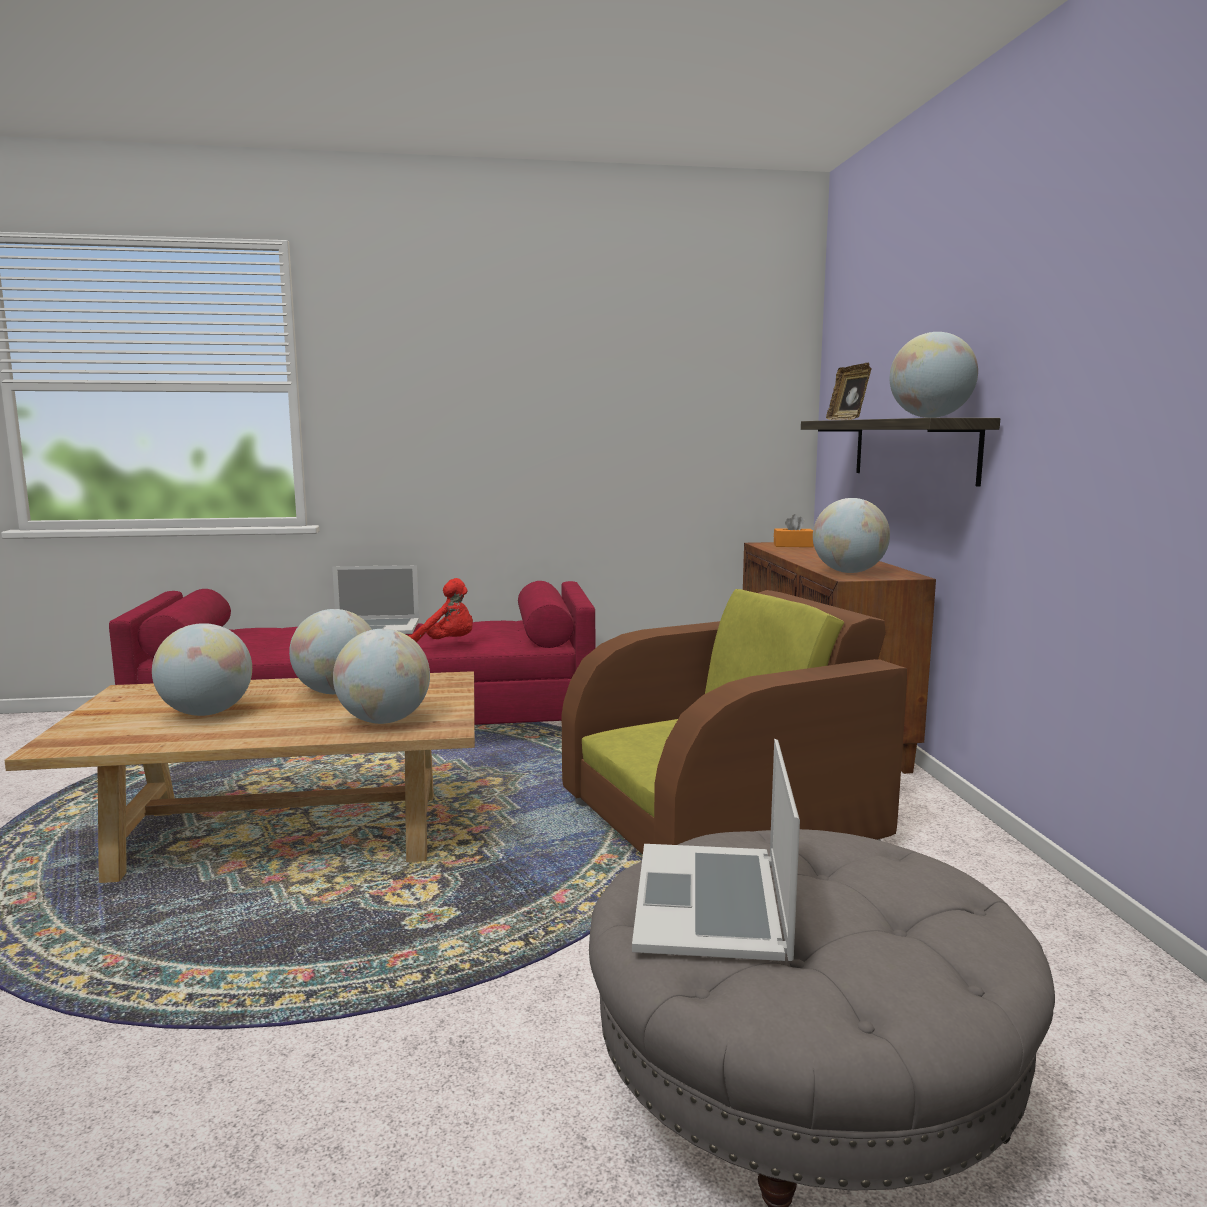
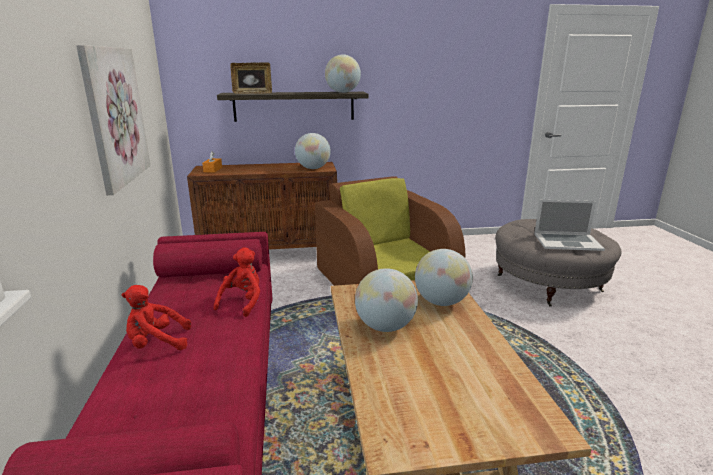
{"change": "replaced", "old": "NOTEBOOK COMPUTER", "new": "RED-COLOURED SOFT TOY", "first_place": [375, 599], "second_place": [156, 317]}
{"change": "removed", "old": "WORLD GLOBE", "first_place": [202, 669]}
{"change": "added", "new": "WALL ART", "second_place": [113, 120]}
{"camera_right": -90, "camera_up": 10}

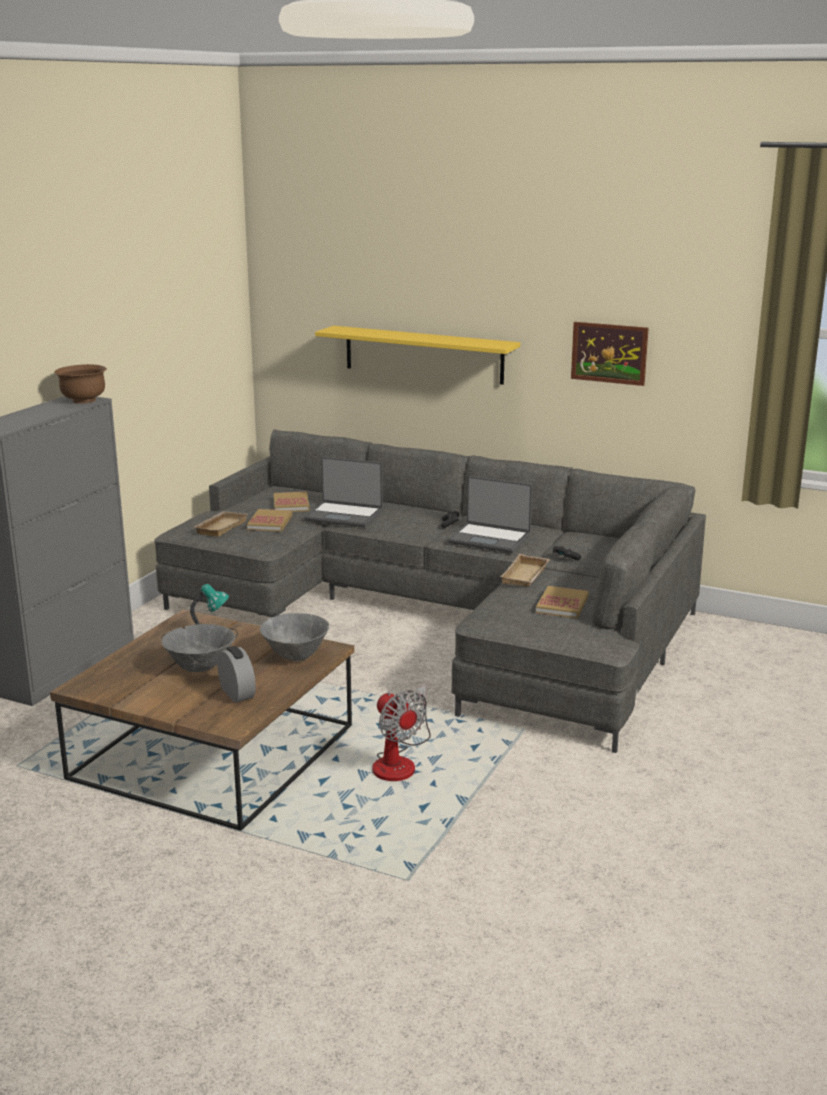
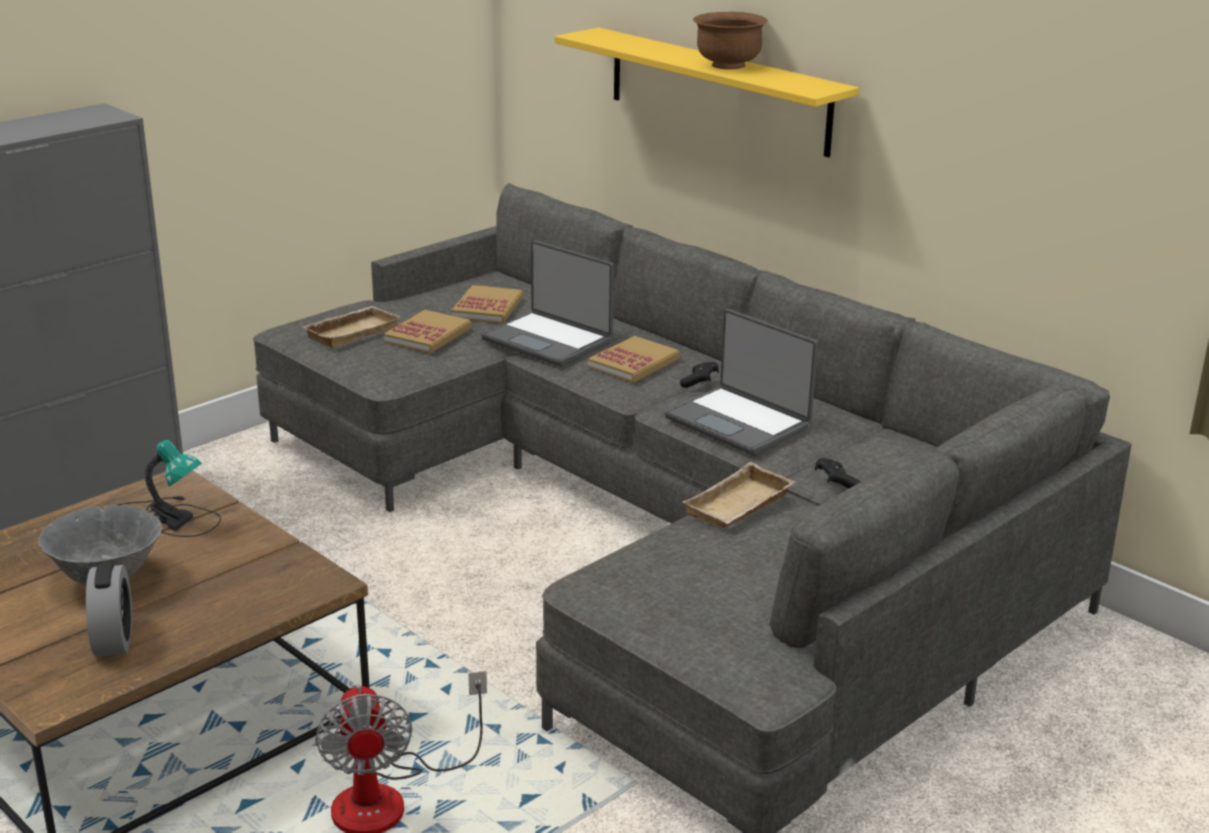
{"change": "removed", "old": "WALL ART", "first_place": [610, 354]}
{"change": "moved", "old": "BROWN SERVING BOWL", "first_place": [80, 384], "second_place": [730, 41]}
{"change": "moved", "old": "BOUND BOOK", "first_place": [562, 602], "second_place": [634, 359]}
{"change": "removed", "old": "GREY SERVING BOWL", "first_place": [295, 637]}
{"camera_right": 20, "camera_up": 5}

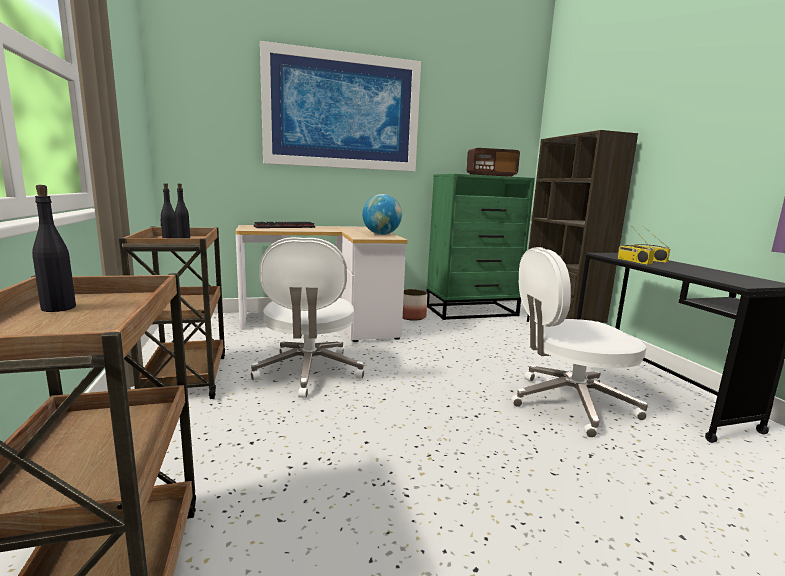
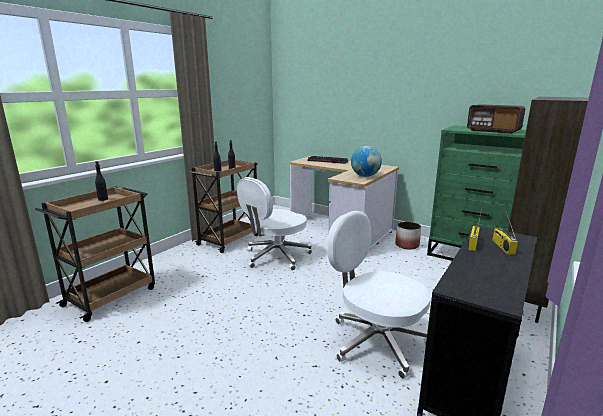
{"change": "removed", "old": "WALL ART", "first_place": [340, 106]}
{"camera_right": 50, "camera_up": 5}

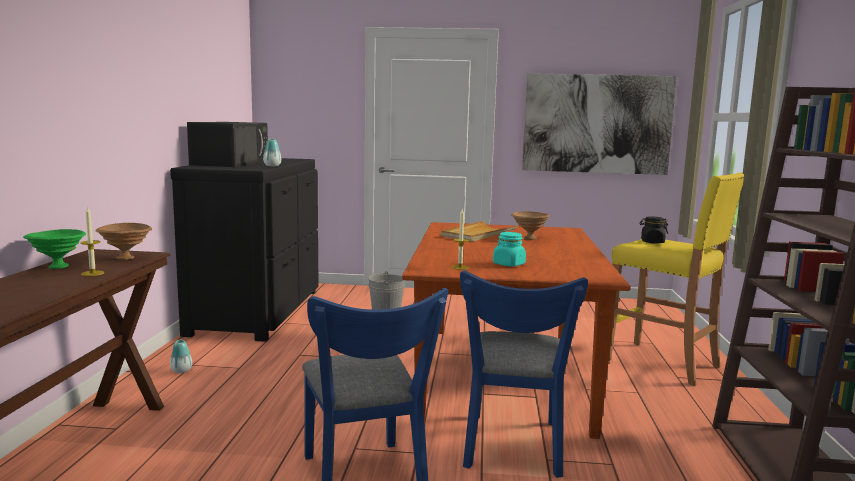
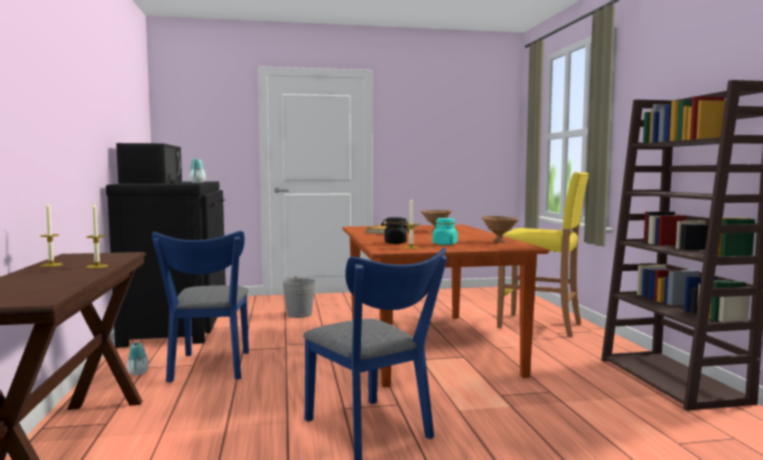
{"change": "removed", "old": "WALL ART", "first_place": [599, 124]}
{"change": "moved", "old": "BLACKISH STORAGE JAR", "first_place": [653, 230], "second_place": [395, 230]}
{"change": "moved", "old": "BROWN SERVING BOWL", "first_place": [123, 241], "second_place": [500, 229]}
{"change": "replaced", "old": "GREENISH SERVING BOWL", "new": "WAX LIGHT", "first_place": [54, 249], "second_place": [51, 234]}
{"change": "moved", "old": "BLUE CHAIR", "first_place": [524, 374], "second_place": [200, 306]}
{"camera_right": -15, "camera_up": -5}

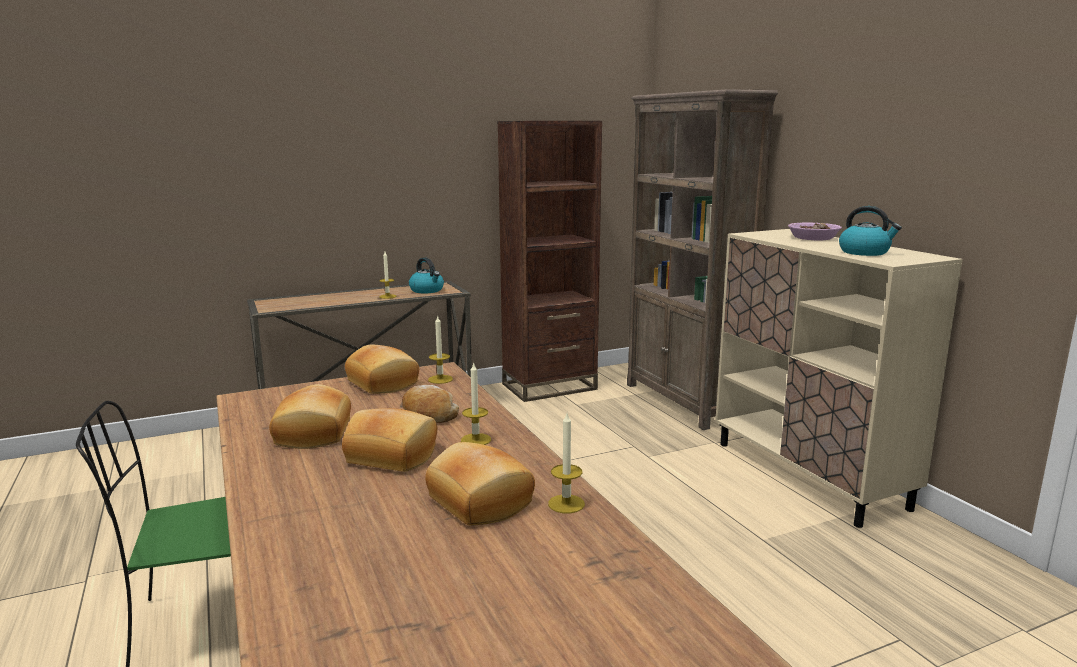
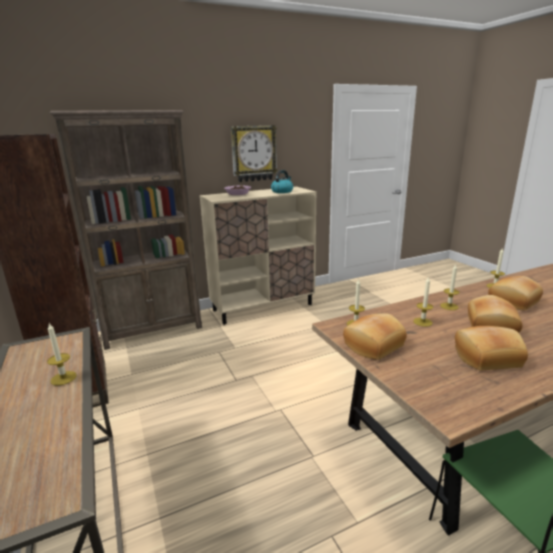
{"change": "removed", "old": "WATER KETTLE", "first_place": [426, 275]}
{"change": "replaced", "old": "BREAD", "new": "WAX LIGHT", "first_place": [430, 404], "second_place": [423, 301]}
{"change": "added", "new": "HANGING CLOCK", "second_place": [254, 153]}
{"camera_right": -90, "camera_up": 5}

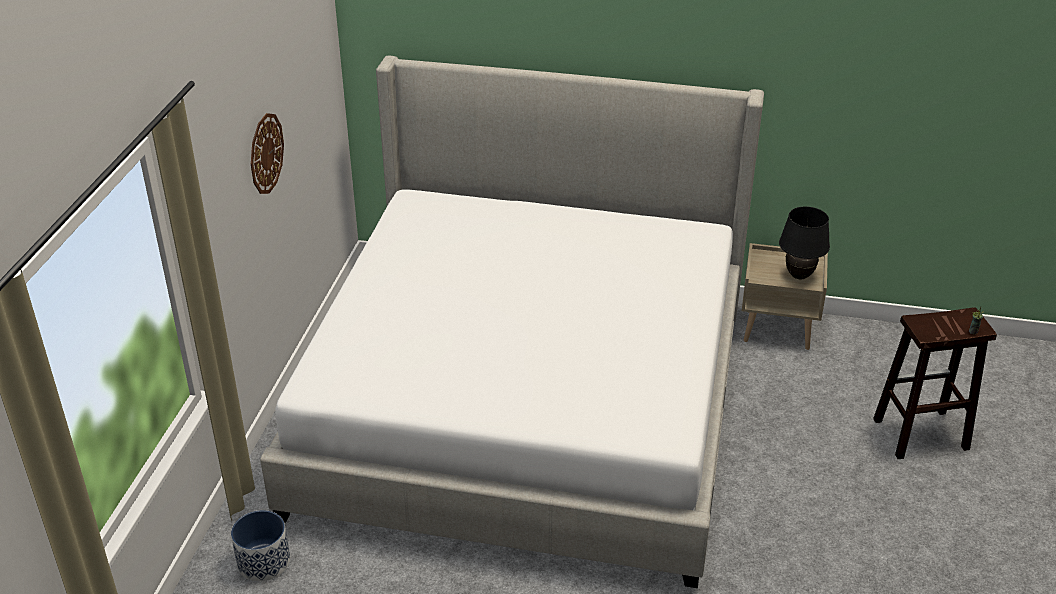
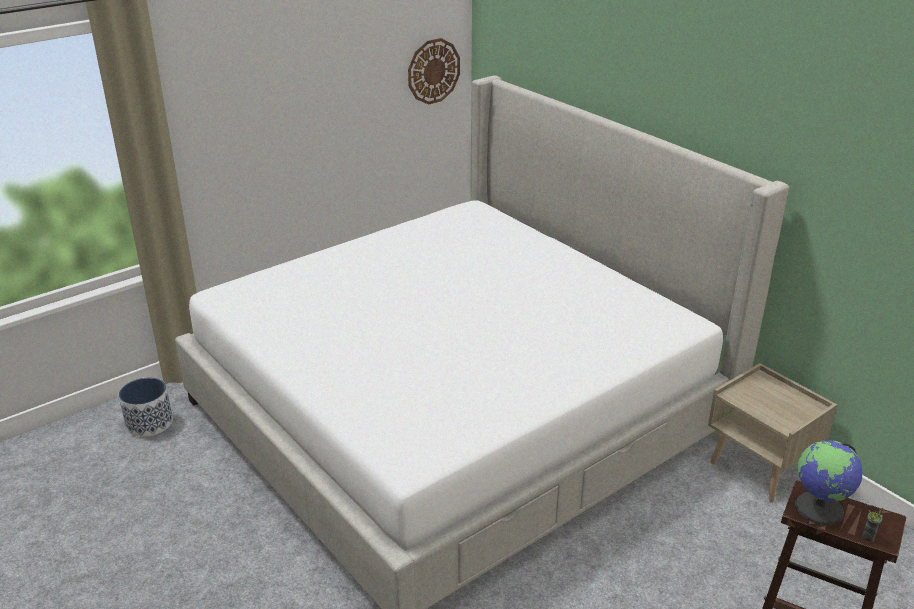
{"change": "moved", "old": "HANGING CLOCK", "first_place": [267, 153], "second_place": [434, 71]}
{"change": "removed", "old": "BLACKISH LAMP FOR A TABLE", "first_place": [804, 242]}
{"change": "added", "new": "WORLD GLOBE", "second_place": [829, 483]}
{"camera_right": 40, "camera_up": -5}

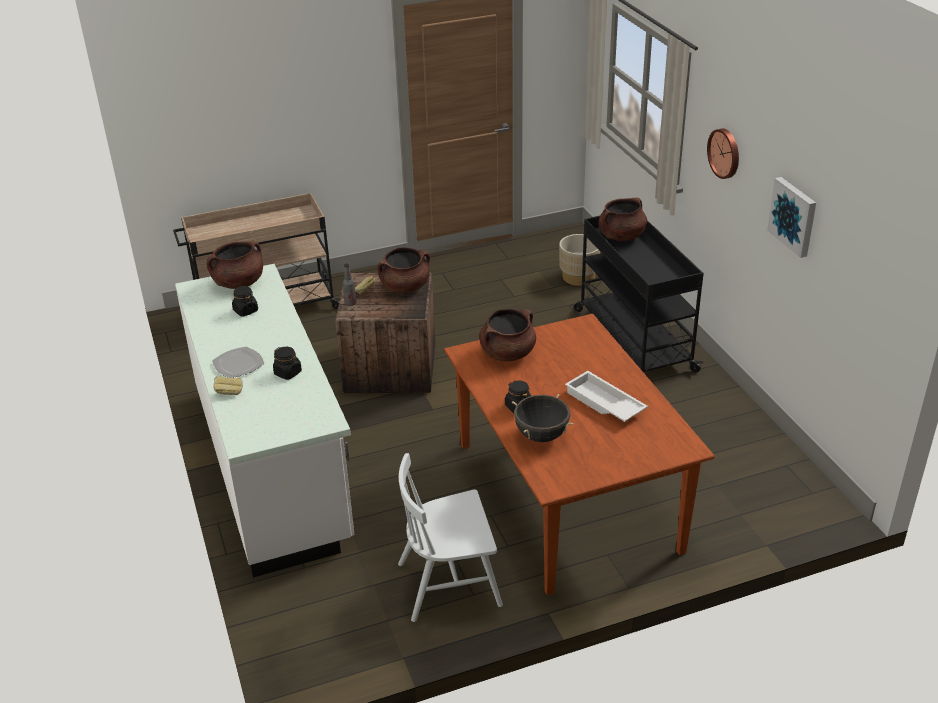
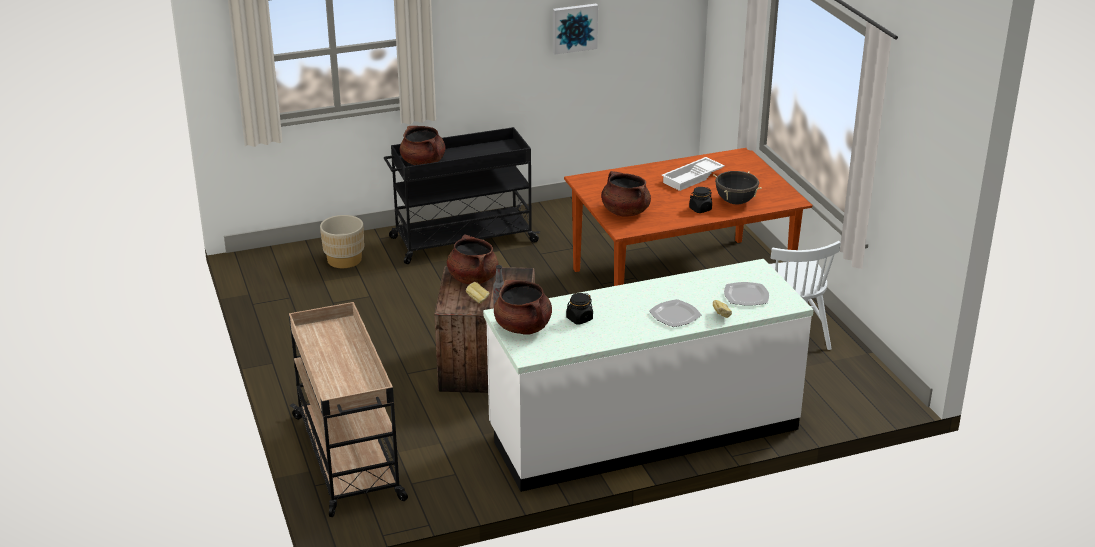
{"change": "removed", "old": "HANGING CLOCK", "first_place": [723, 153]}
{"change": "removed", "old": "BLACKISH STORAGE JAR", "first_place": [287, 363]}
{"change": "added", "new": "PLATE", "second_place": [746, 294]}
{"camera_right": -90, "camera_up": -5}

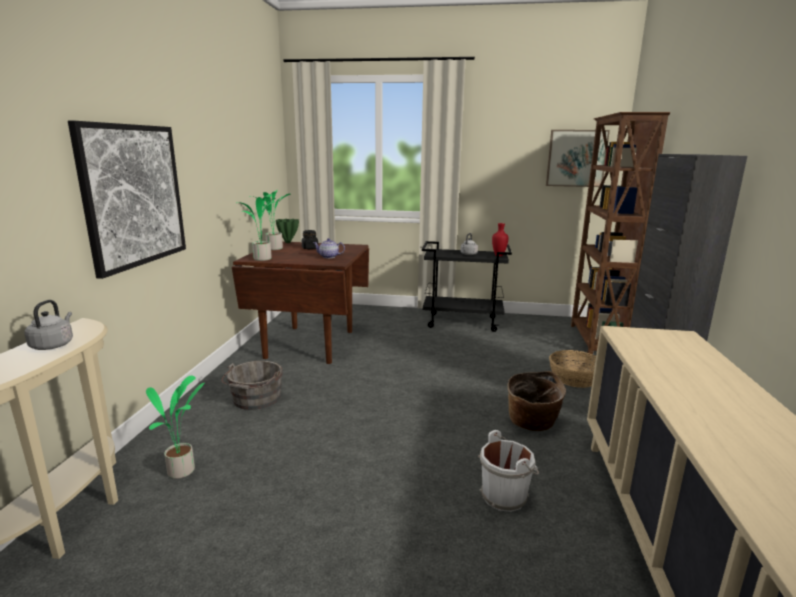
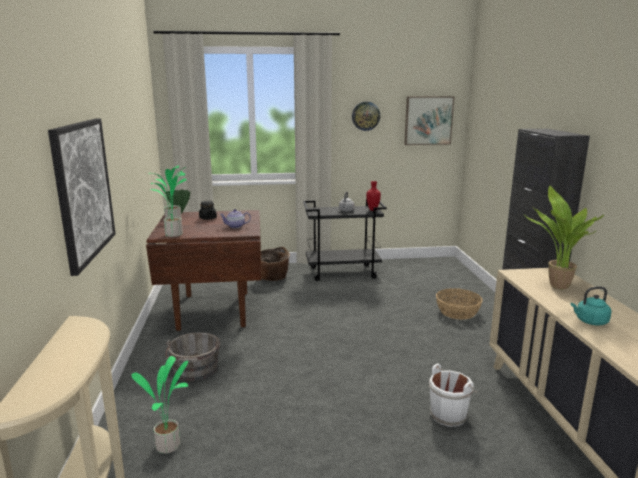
{"change": "removed", "old": "BROWN BOOKSHELF", "first_place": [620, 233]}
{"change": "removed", "old": "GREY WATER KETTLE", "first_place": [48, 325]}
{"change": "moved", "old": "HOUSEHOLD BASKET", "first_place": [536, 401], "second_place": [275, 264]}
{"change": "added", "new": "HANGING CLOCK", "second_place": [366, 116]}
{"change": "added", "new": "POTTED PLANT", "second_place": [564, 237]}
{"change": "added", "new": "BLUE-GREEN WATER KETTLE", "second_place": [591, 306]}
{"camera_right": -15, "camera_up": 0}

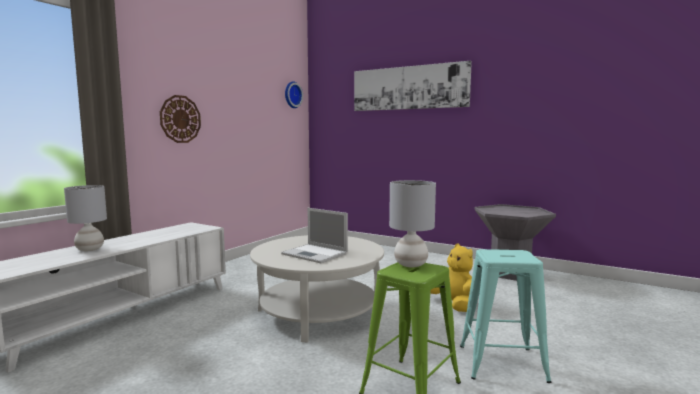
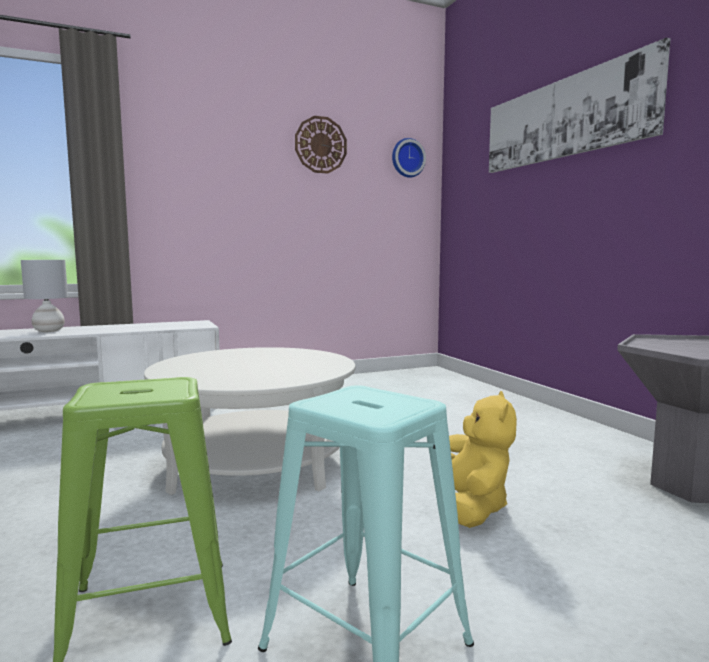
{"change": "moved", "old": "HANGING CLOCK", "first_place": [180, 119], "second_place": [321, 145]}
{"change": "removed", "old": "GREY LAMP FOR A TABLE", "first_place": [412, 223]}
{"change": "removed", "old": "NOTEBOOK COMPUTER", "first_place": [314, 235]}
{"camera_right": 35, "camera_up": 0}

